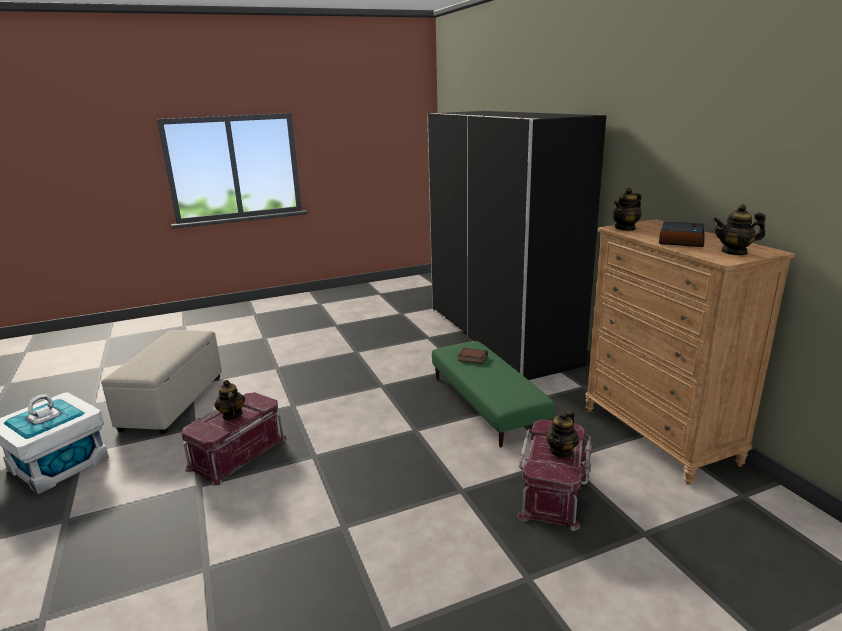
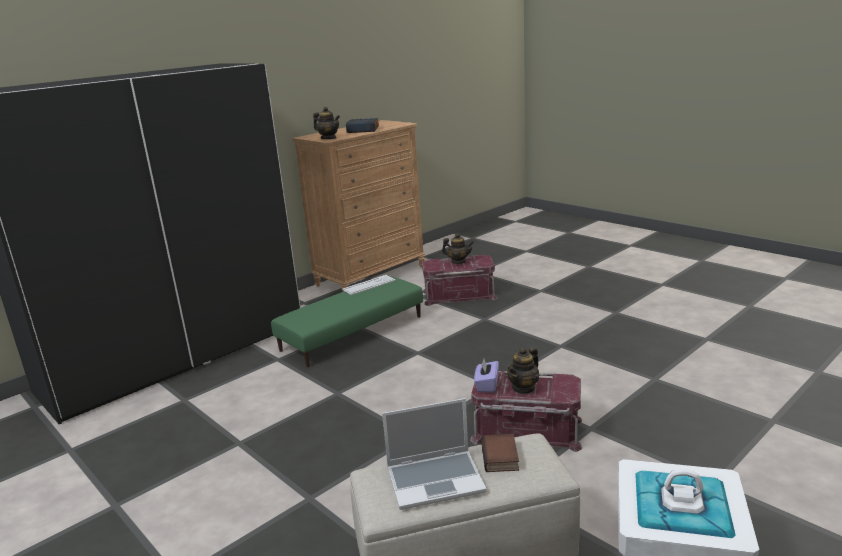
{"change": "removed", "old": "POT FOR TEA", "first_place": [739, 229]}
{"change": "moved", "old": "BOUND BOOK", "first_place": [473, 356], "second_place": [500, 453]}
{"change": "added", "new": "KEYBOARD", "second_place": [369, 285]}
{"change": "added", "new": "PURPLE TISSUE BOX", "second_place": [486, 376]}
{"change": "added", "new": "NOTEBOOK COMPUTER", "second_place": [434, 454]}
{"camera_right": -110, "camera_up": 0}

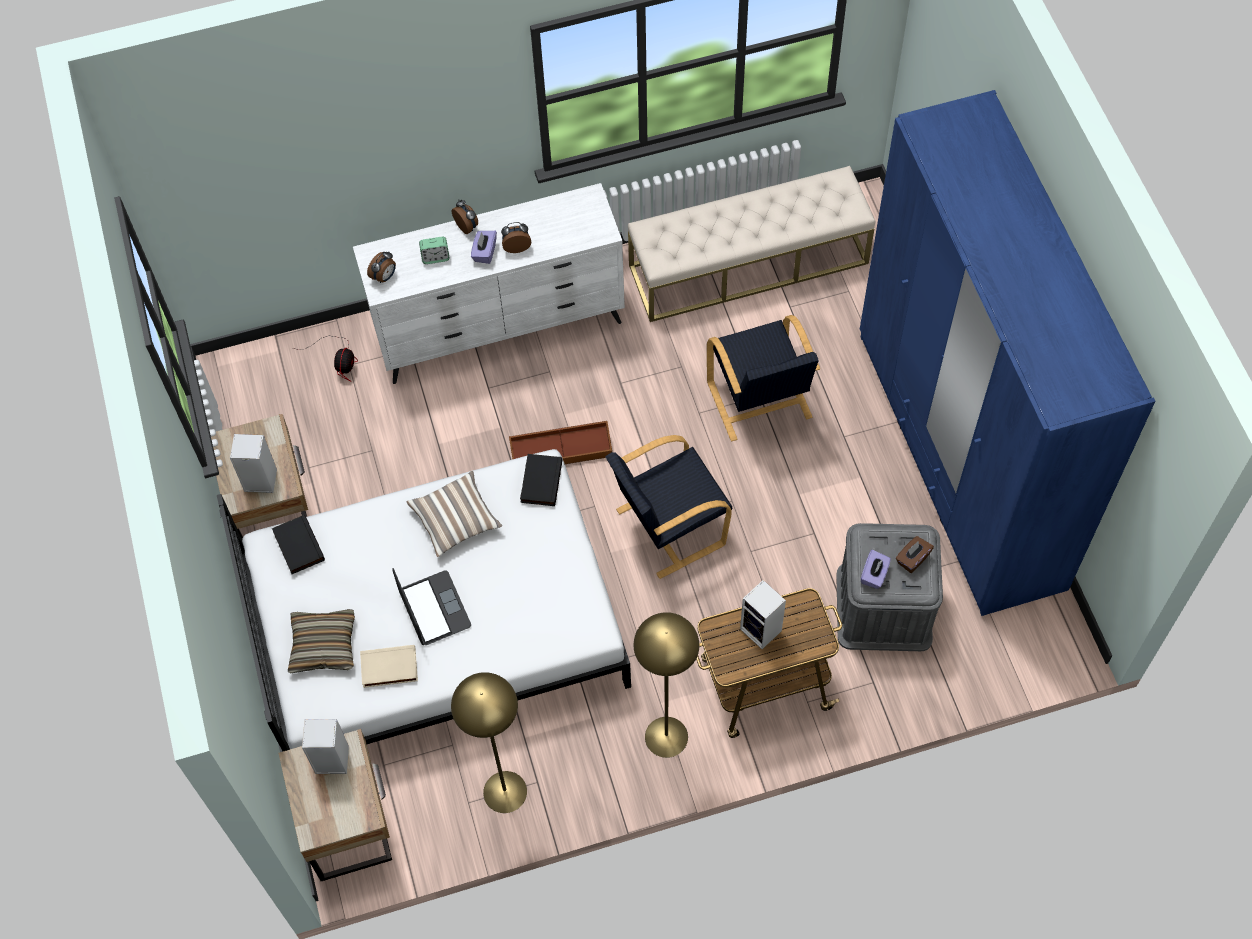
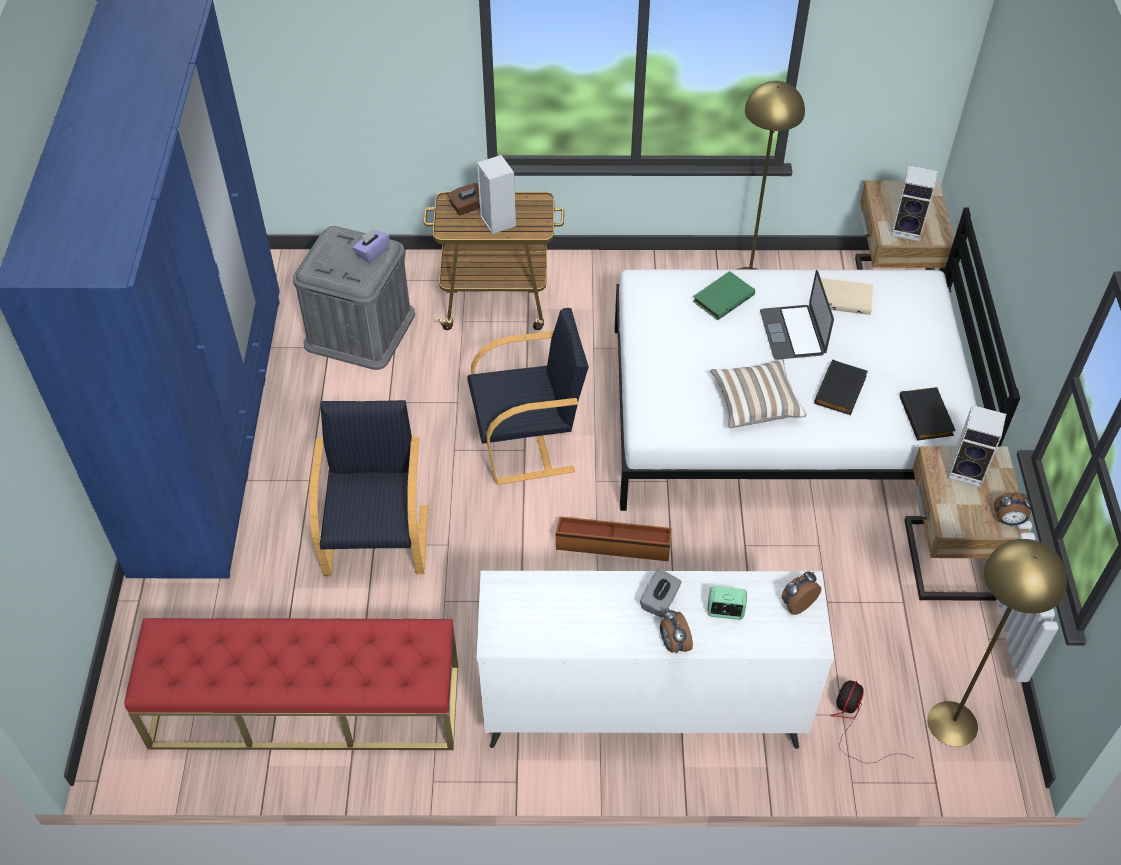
{"change": "recoloured", "old": "SAND-COLOURED INDOOR BENCH", "new": "RED-COLOURED INDOOR BENCH", "first_place": [751, 244], "second_place": [291, 684]}
{"change": "moved", "old": "TABLE CLOCK", "first_place": [516, 237], "second_place": [1012, 509]}
{"change": "recoloured", "old": "PURPLE TISSUE BOX", "new": "GREY TISSUE BOX", "first_place": [484, 247], "second_place": [660, 592]}
{"change": "moved", "old": "BLACKISH BOUND BOOK", "first_place": [541, 480], "second_place": [841, 387]}
{"change": "moved", "old": "BROWN TISSUE BOX", "first_place": [915, 554], "second_place": [464, 199]}
{"change": "removed", "old": "CUSHION", "first_place": [321, 641]}
{"change": "moved", "old": "YELLOW-COLOURED STANDING LAMP", "first_place": [666, 685], "second_place": [997, 643]}
{"change": "added", "new": "GREENISH BOUND BOOK", "second_place": [724, 296]}
{"camera_right": -165, "camera_up": -10}

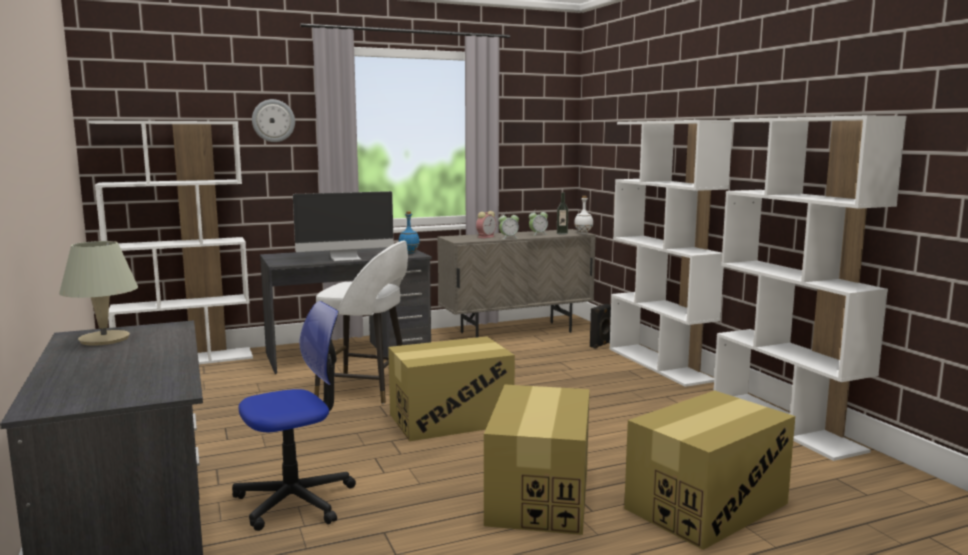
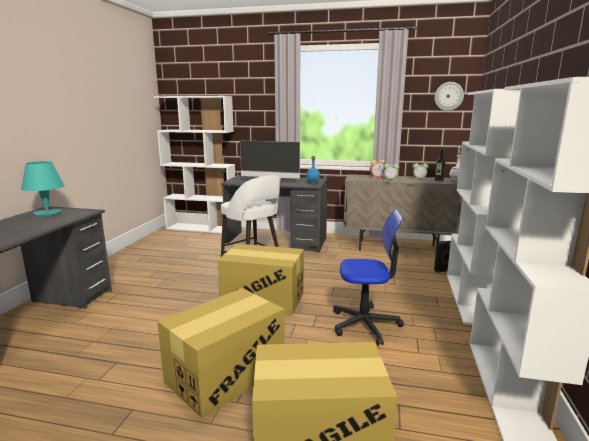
{"change": "moved", "old": "HANGING CLOCK", "first_place": [273, 120], "second_place": [449, 96]}
{"change": "recoloured", "old": "SAND-COLOURED LAMP FOR A TABLE", "new": "BLUE-GREEN LAMP FOR A TABLE", "first_place": [98, 293], "second_place": [43, 189]}
{"change": "moved", "old": "COMPUTER CHAIR", "first_place": [294, 416], "second_place": [369, 278]}
{"camera_right": 35, "camera_up": 5}

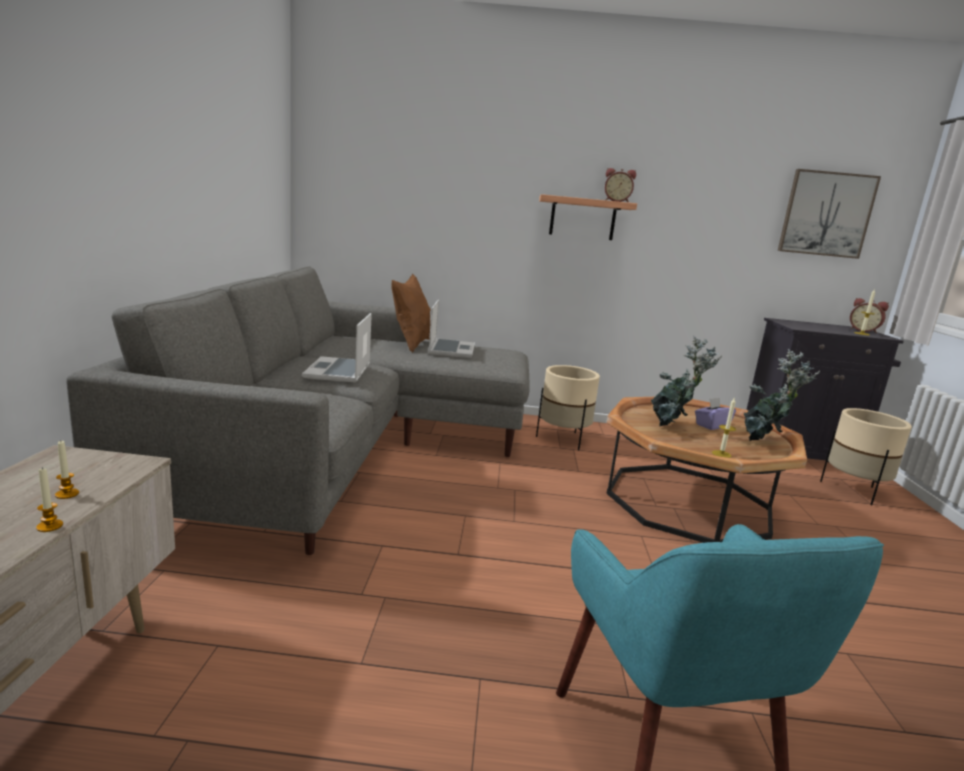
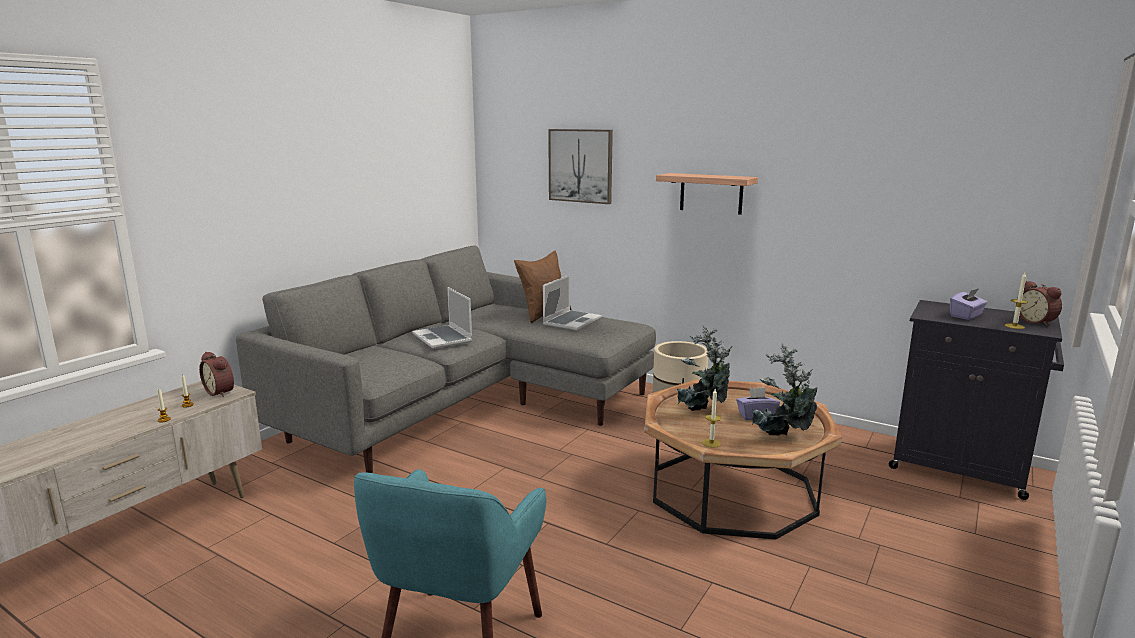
{"change": "moved", "old": "TABLE CLOCK", "first_place": [620, 185], "second_place": [216, 374]}
{"change": "moved", "old": "WALL ART", "first_place": [829, 214], "second_place": [580, 166]}
{"change": "turned", "old": "NOTEBOOK COMPUTER", "first_place": [337, 348], "second_place": [442, 318], "degrees": -60}
{"change": "removed", "old": "SAND-COLOURED PLANT POT", "first_place": [866, 456]}
{"change": "added", "new": "PURPLE TISSUE BOX", "second_place": [968, 304]}
{"camera_right": 30, "camera_up": 0}

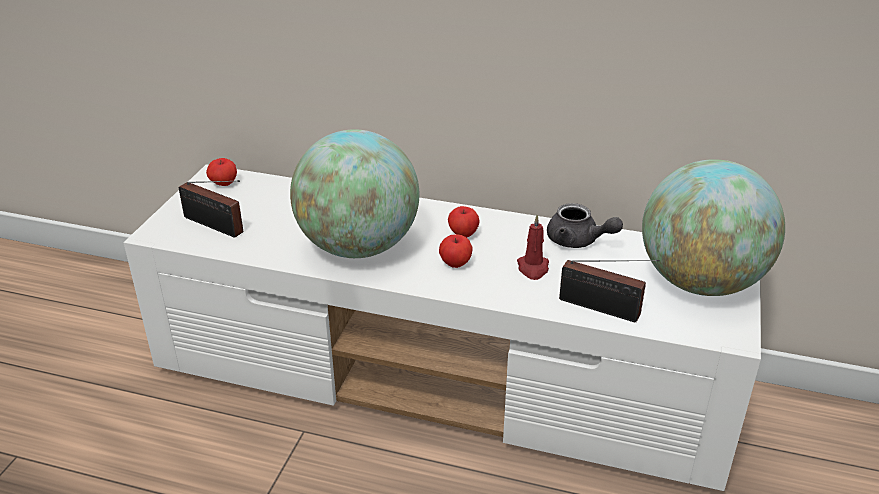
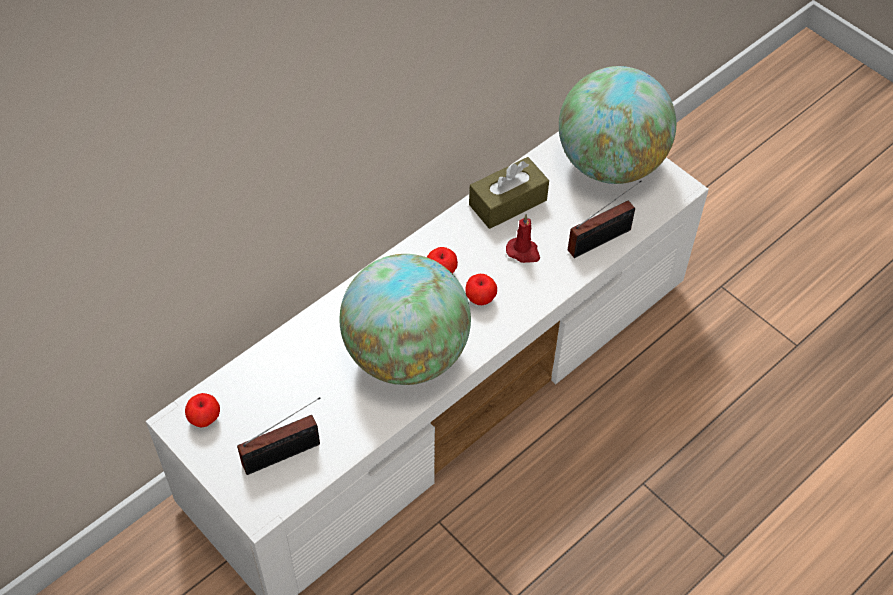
{"change": "replaced", "old": "GREY POT FOR TEA", "new": "BROWN TISSUE BOX", "first_place": [585, 225], "second_place": [509, 193]}
{"camera_right": -60, "camera_up": 20}

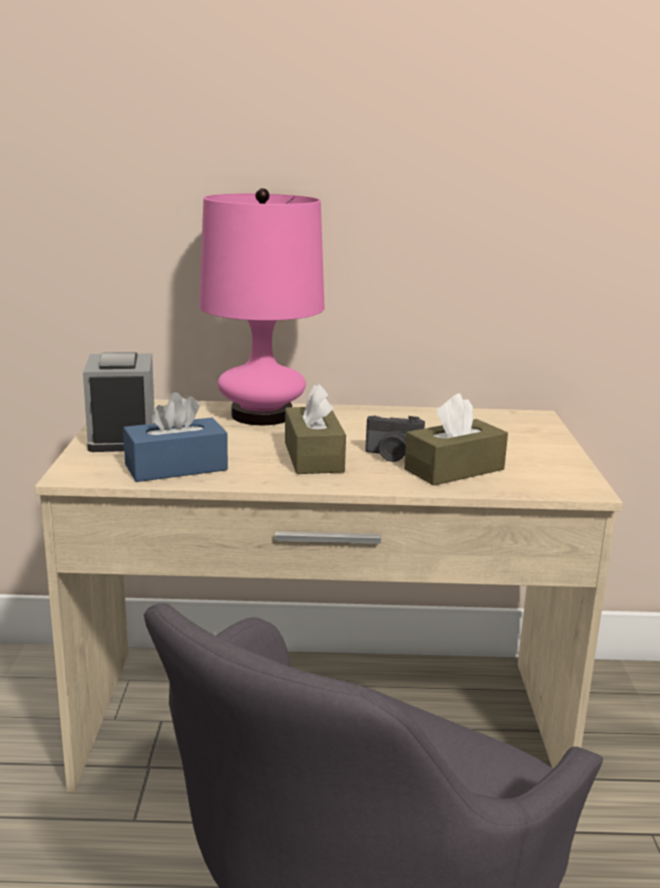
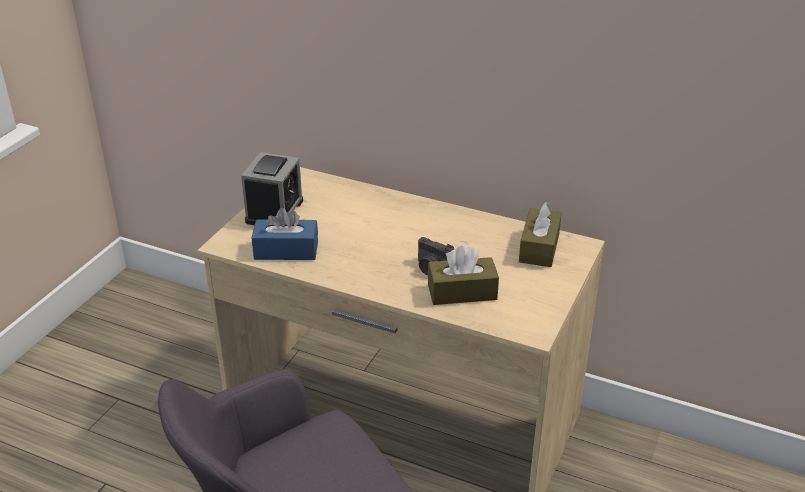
{"change": "removed", "old": "PINK LAMP FOR A TABLE", "first_place": [262, 306]}
{"change": "moved", "old": "BROWN TISSUE BOX", "first_place": [315, 429], "second_place": [540, 234]}
{"camera_right": 25, "camera_up": 15}

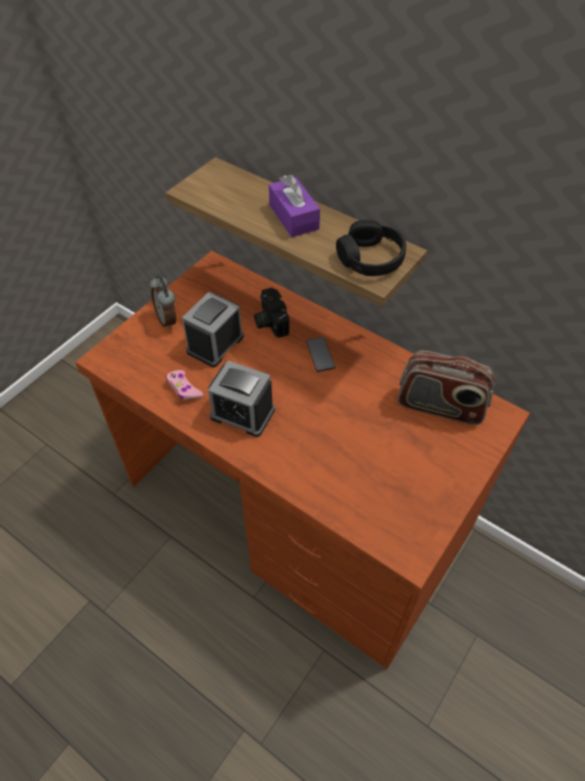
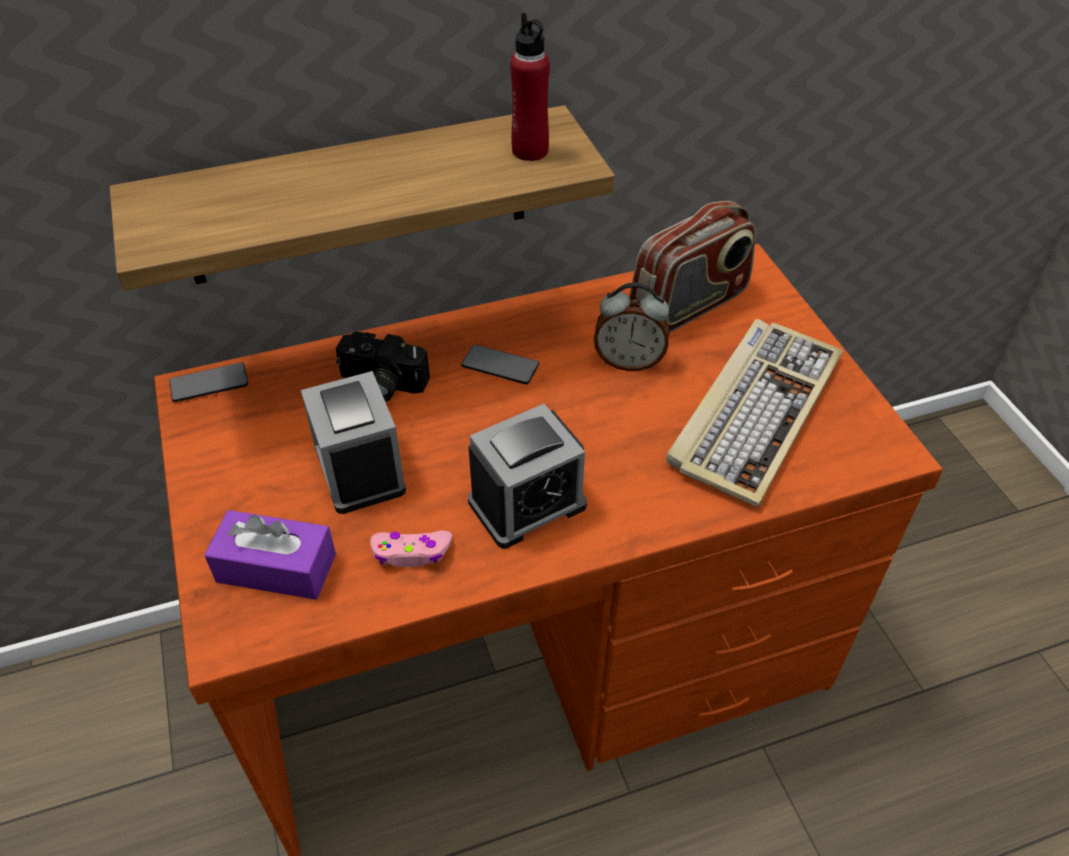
{"change": "moved", "old": "PURPLE TISSUE BOX", "first_place": [294, 205], "second_place": [270, 555]}
{"change": "replaced", "old": "BLACKISH HEADPHONES", "new": "RED-COLOURED BOTTLE", "first_place": [371, 248], "second_place": [530, 86]}
{"change": "moved", "old": "TABLE CLOCK", "first_place": [163, 303], "second_place": [631, 326]}
{"change": "added", "new": "KEYBOARD", "second_place": [754, 413]}
{"change": "added", "new": "PHONE", "second_place": [208, 382]}
{"camera_right": -55, "camera_up": -5}

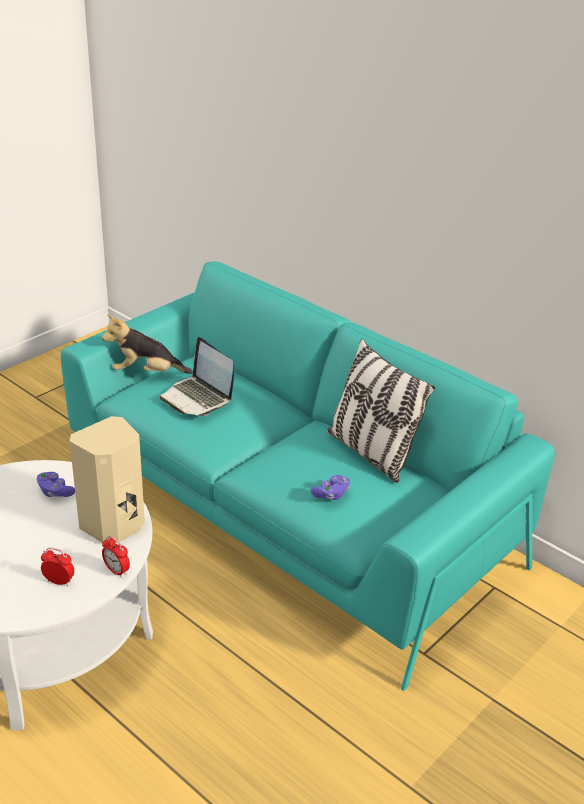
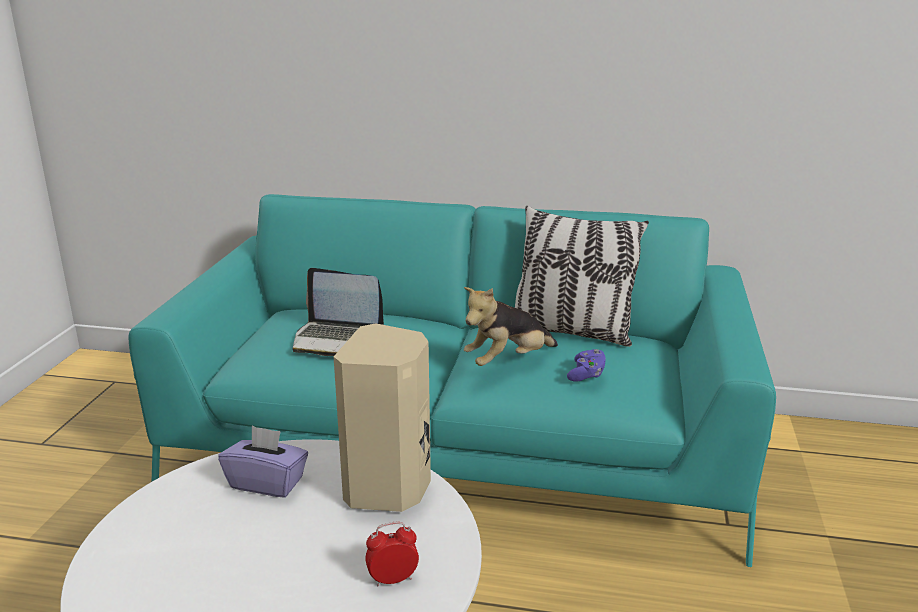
{"change": "moved", "old": "SOFT TOY", "first_place": [147, 344], "second_place": [511, 326]}
{"change": "replaced", "old": "PURPLE GAMEPAD", "new": "PURPLE TISSUE BOX", "first_place": [56, 484], "second_place": [263, 462]}
{"change": "removed", "old": "TABLE CLOCK", "first_place": [116, 557]}
{"camera_right": -30, "camera_up": -10}

